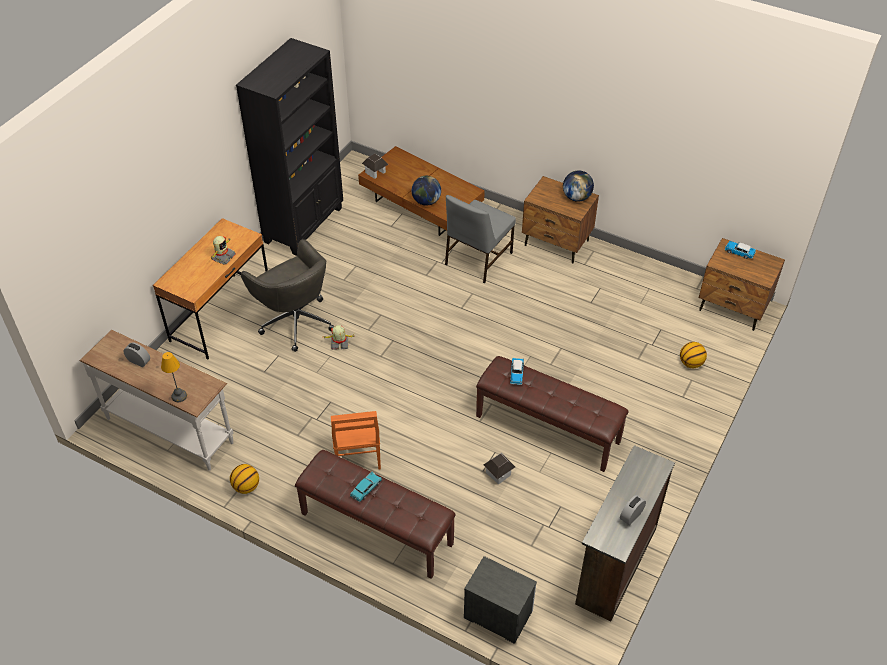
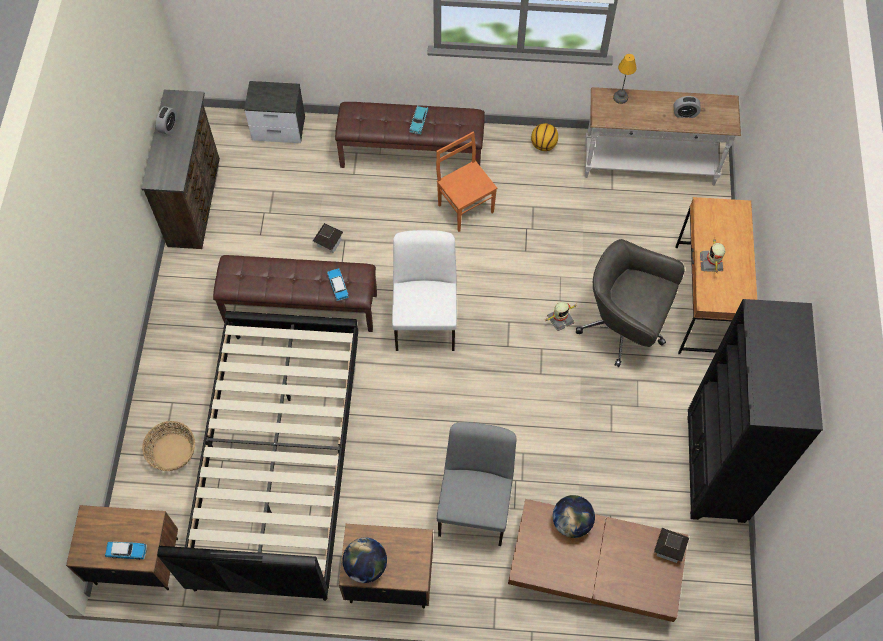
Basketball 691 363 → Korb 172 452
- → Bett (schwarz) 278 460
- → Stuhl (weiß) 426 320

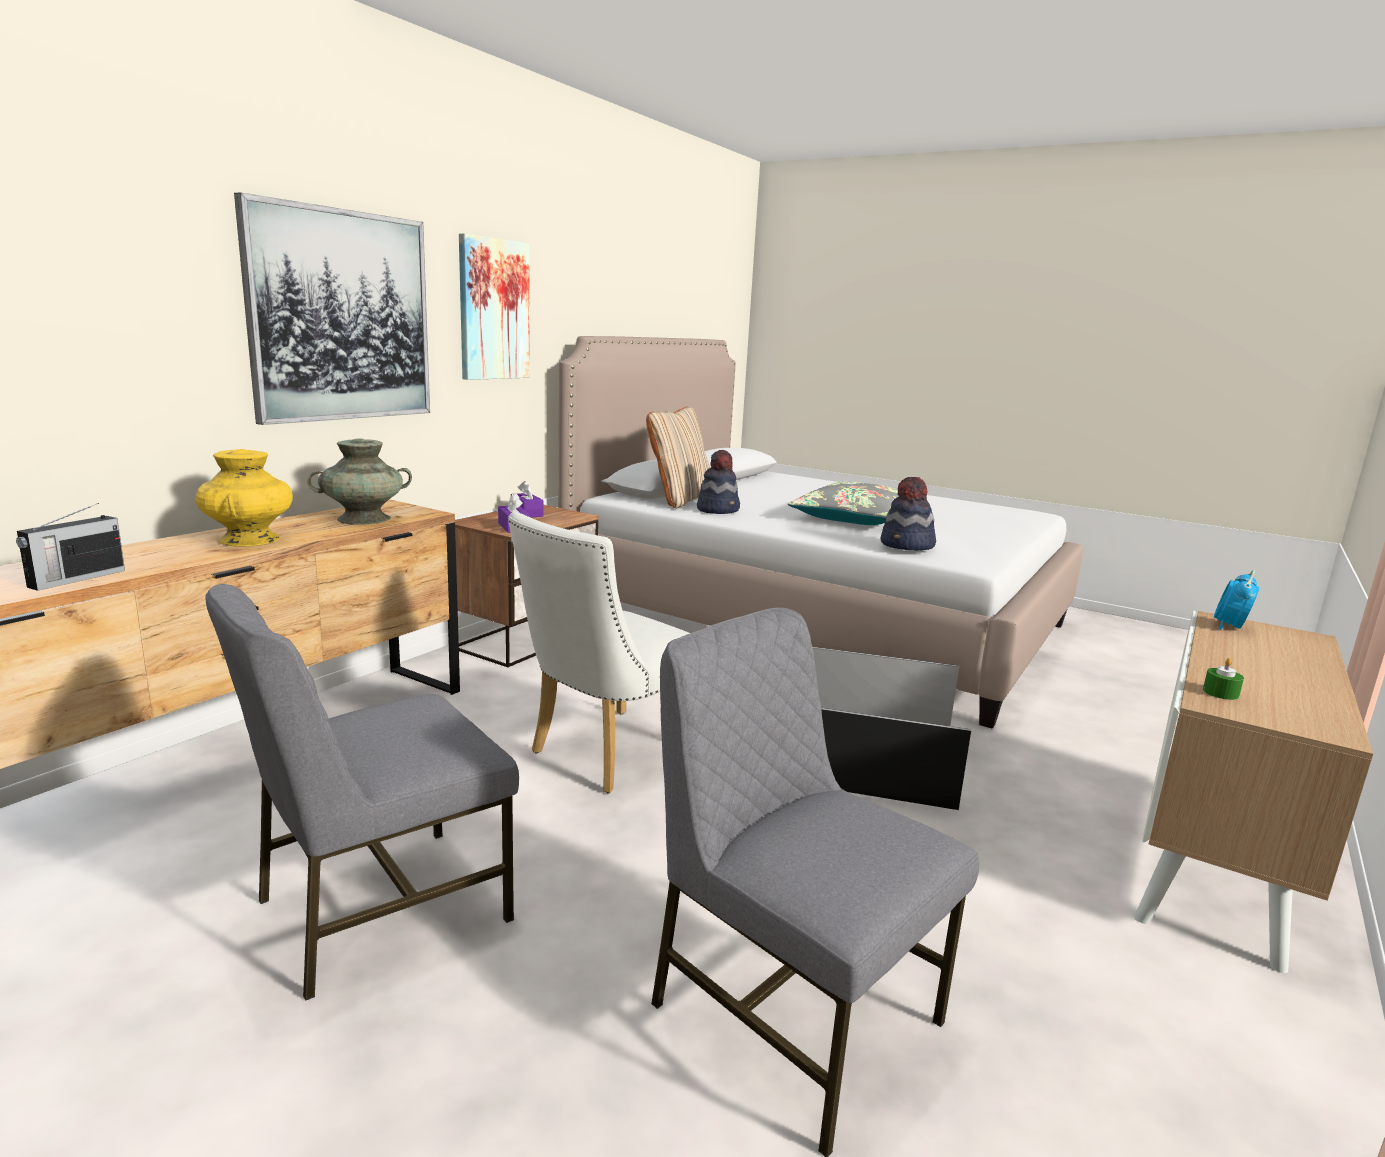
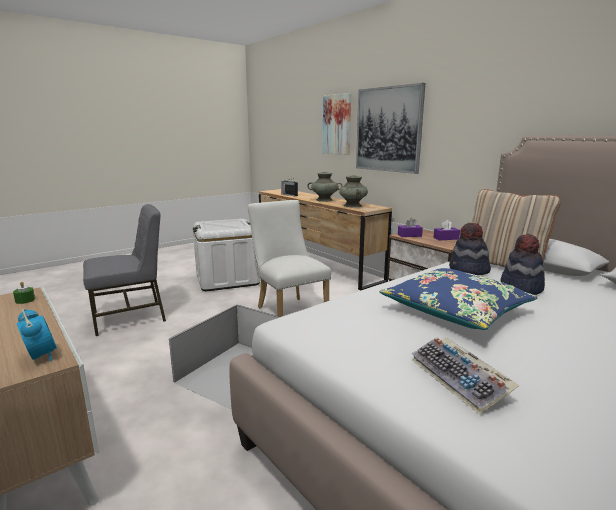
Vase (gelb) 249 539 → Vase (türkis) 324 200
Stuhl (grau) 378 909 → Aufbewahrungsbox (weiß) 227 279
Bild 493 309 → Bild 337 124, shifted
Kissen (grau) 854 519 → Kissen (blau) 455 310
Hut 907 545 → Hut 521 287, shifted
- → Tastatur 460 380

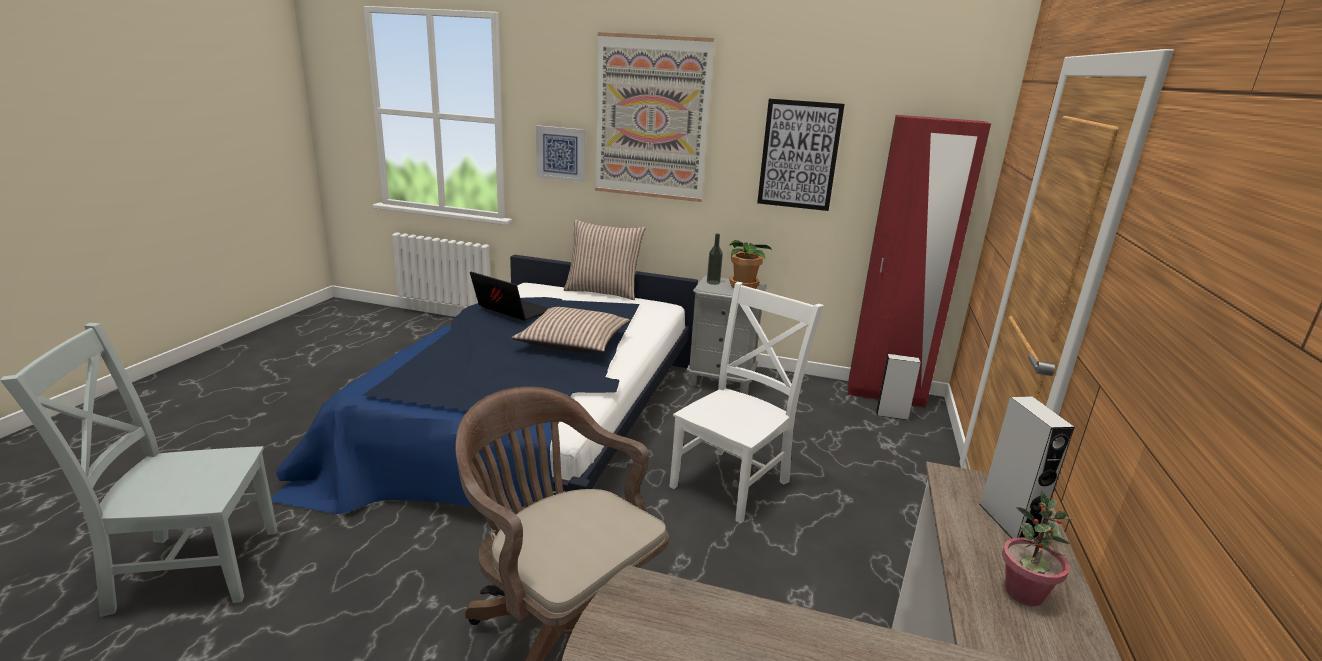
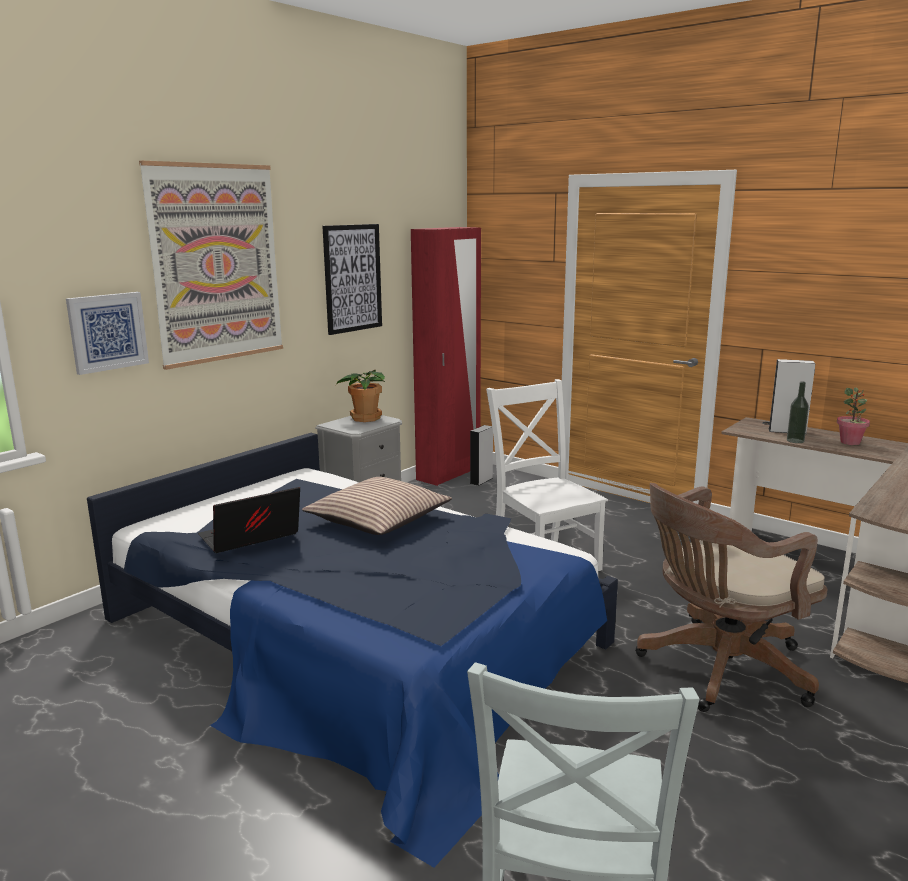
Kissen 603 291 → -
Flasche 713 282 → Flasche 795 441, shifted

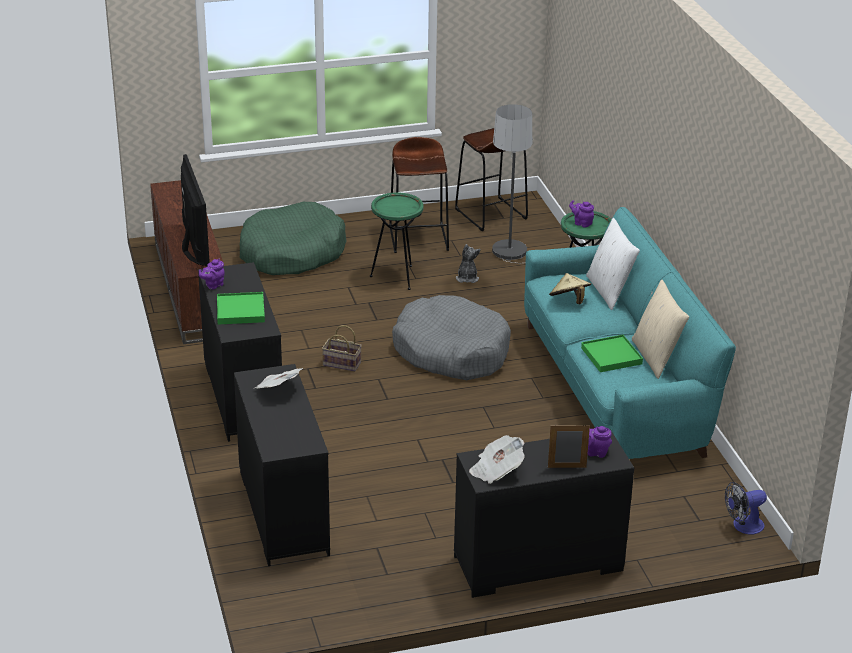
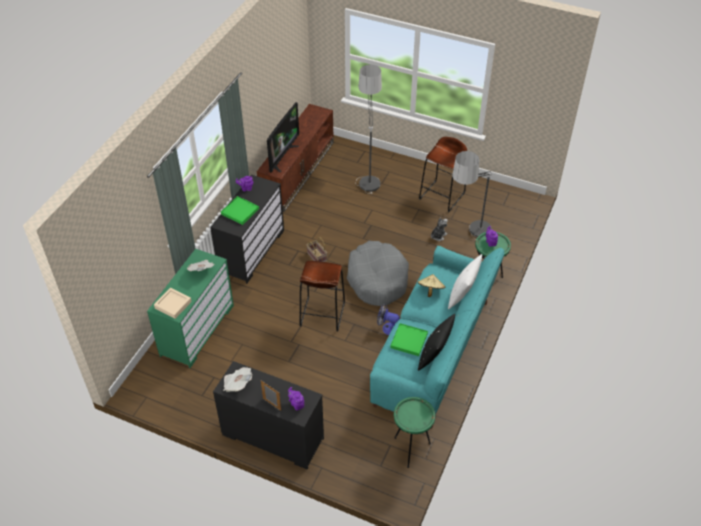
Kommode (schwarz) 282 512 → Kommode (grün) 197 330
Hundebett (grün) 291 253 → Stehlampe 368 173
Beistelltisch (grün) 397 277 → Beistelltisch (grün) 411 449, shifted
Hocker (braun) 491 214 → Hocker (braun) 322 314, shifted
Kissen (beige) 656 357 → Kissen (schwarz) 434 355
Ventilator 743 526 → Ventilator 387 328, shifted
- → Tablett (beige) 173 305

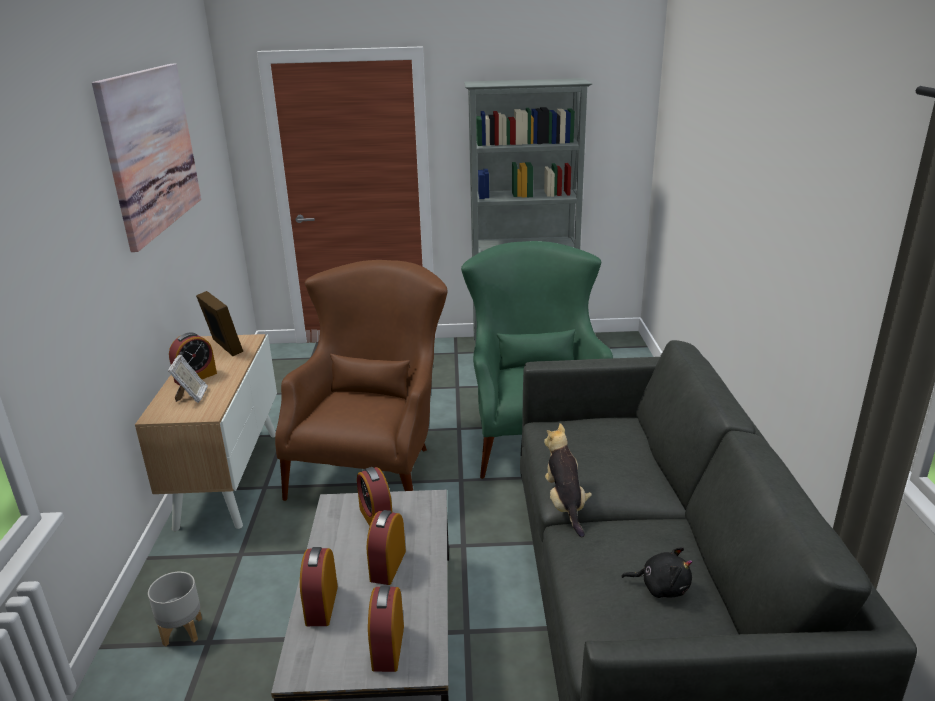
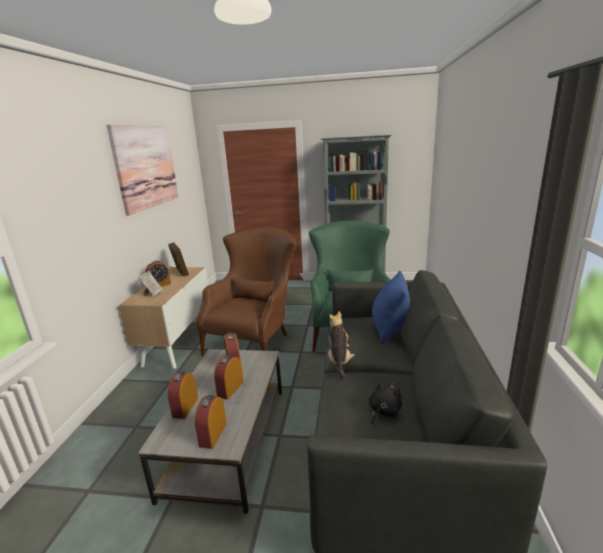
Pflanzkübel (grau) 183 631 → -
Plüschtier (schwarz) 661 587 → Plüschtier (schwarz) 383 412, 75 degrees counterclockwise
- → Kissen (blau) 389 329

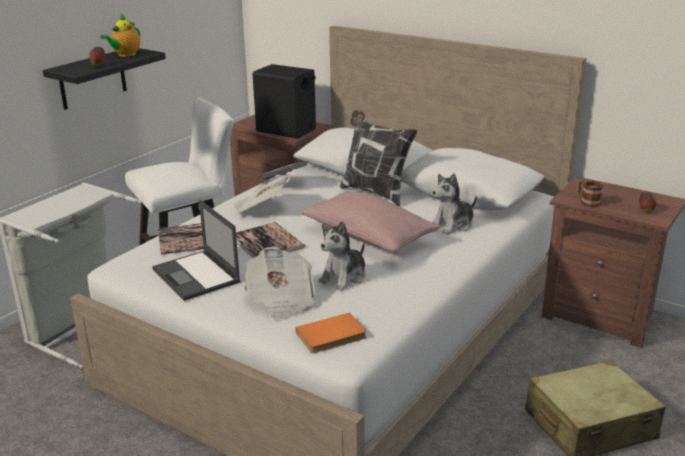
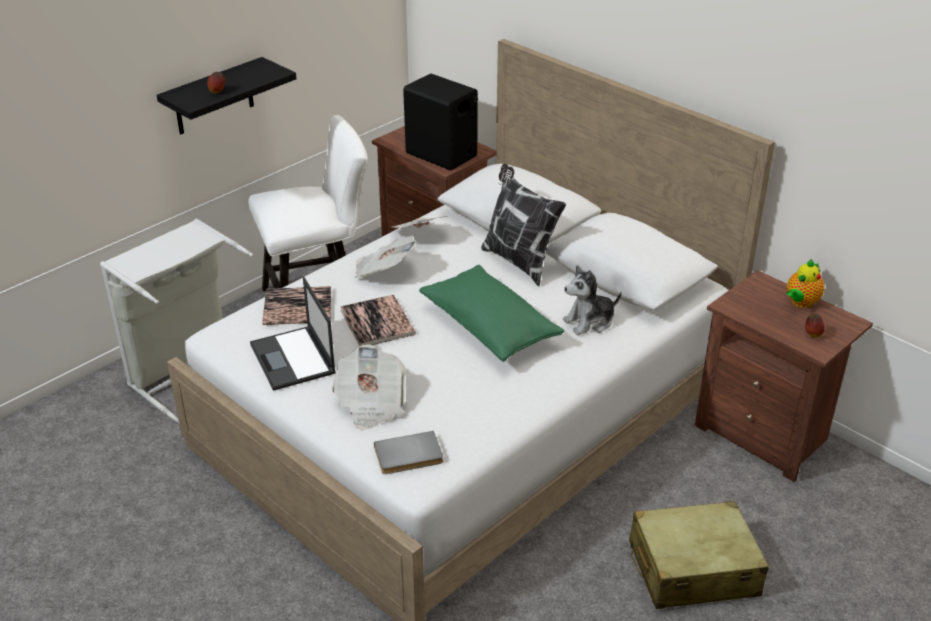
Teekanne 125 55 → Teekanne 801 302, shifted
Buch (orange) 332 336 → Buch (grau) 409 456
Kissen (rosa) 368 237 → Kissen (grün) 489 327
Plüschtier 344 277 → -
Henkelbecher 587 202 → -

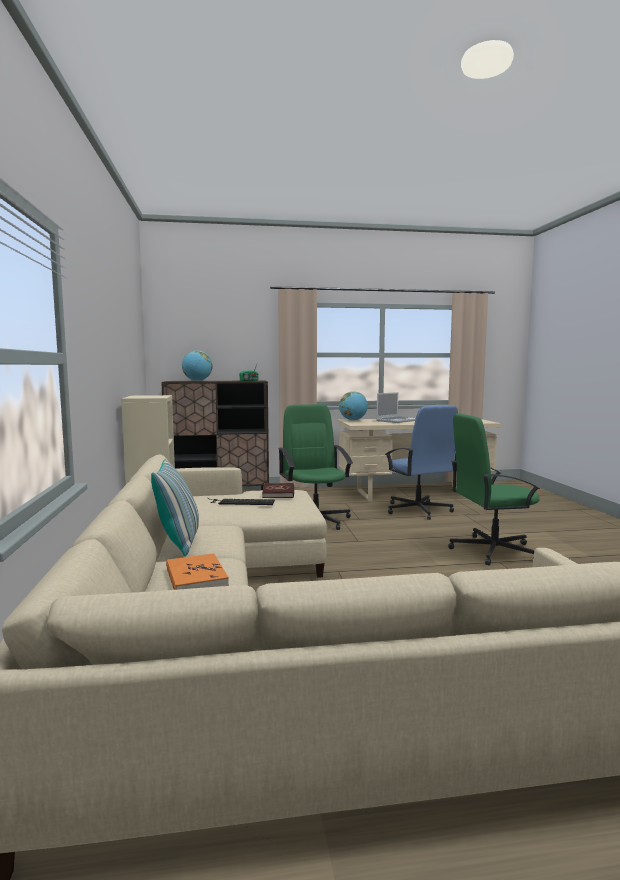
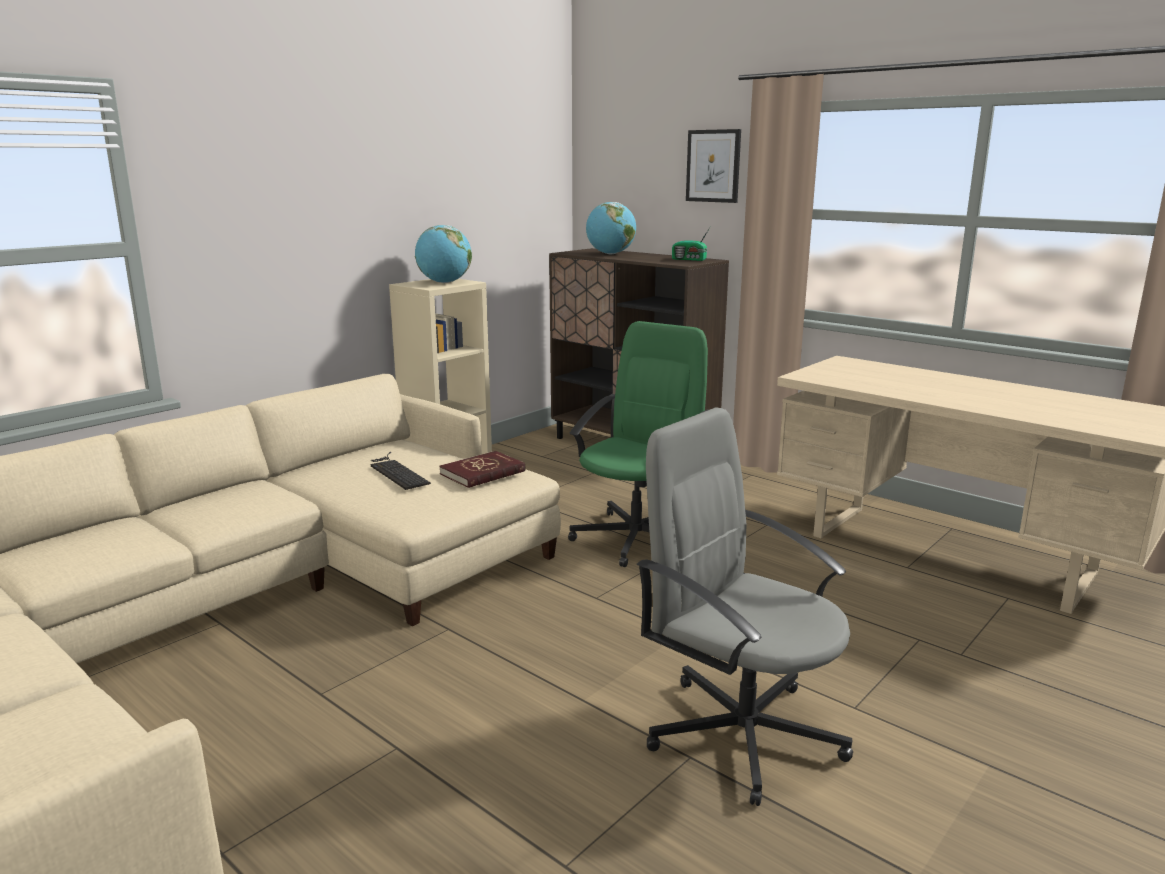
Kissen 179 542 → -
Buch (orange) 195 576 → -
Globus 353 420 → Globus 444 282, shifted
Laptop 396 420 → -
Bürostuhl (blau) 418 510 → -
Bürostuhl (grün) 492 551 → Bürostuhl (grau) 742 732
- → Bild 713 166

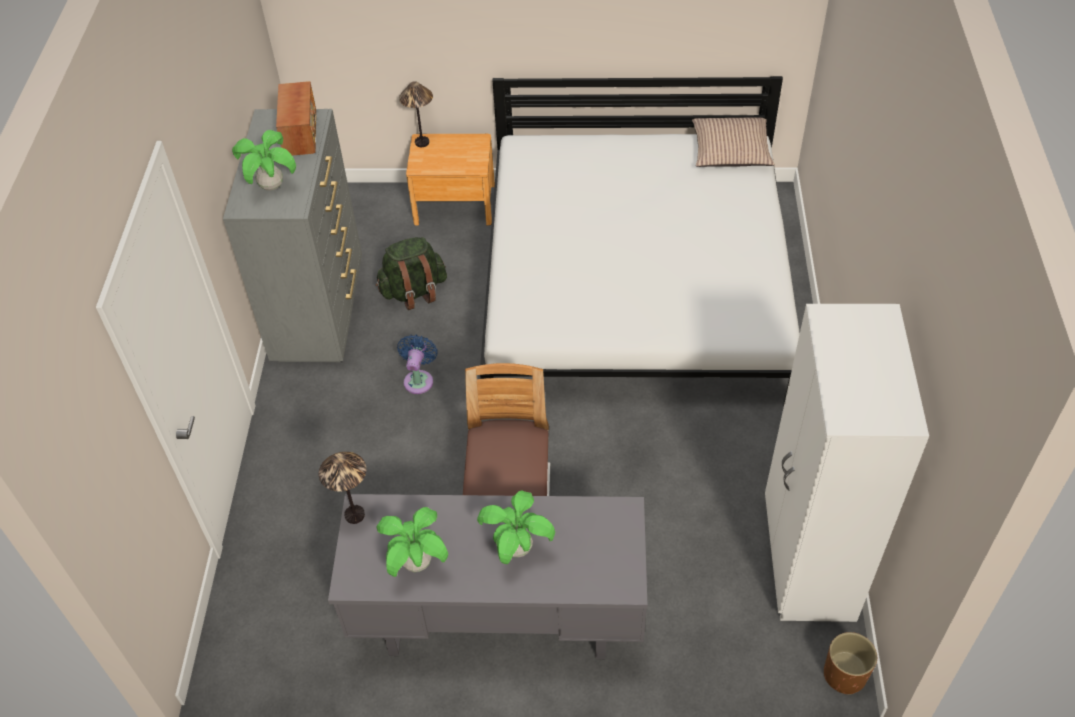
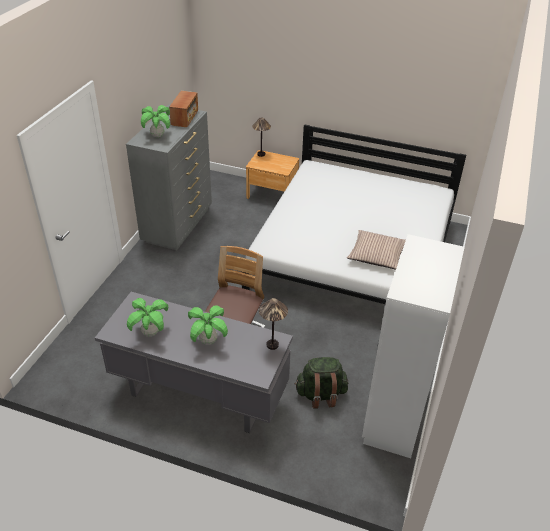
Tischlampe 355 515 → Tischlampe 272 345, shifted
Rucksack (grün) 414 292 → Rucksack (grün) 321 394, shifted
Ventilator (blau) 419 379 → -
Kissen 730 150 → Kissen 376 255, shifted
Pflanzkübel (braun) 844 675 → -

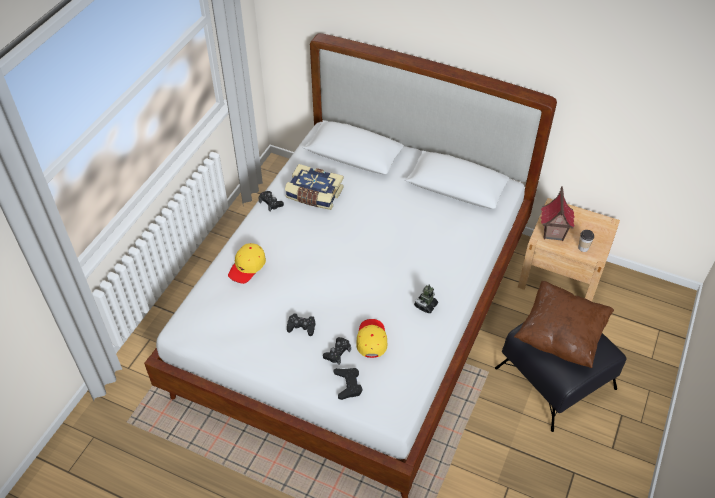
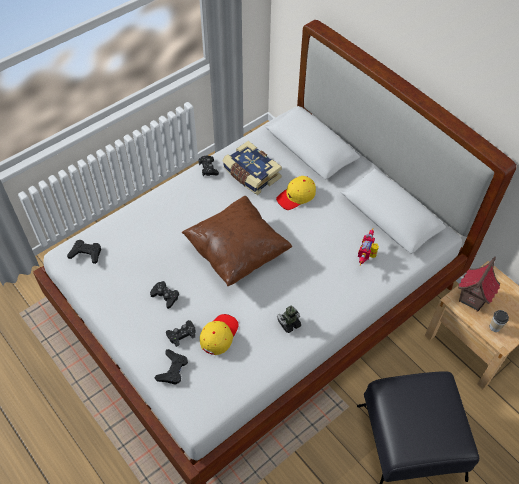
Kappe (gelb) 247 266 → Kappe (gelb) 296 196, shifted
Kissen (braun) 560 336 → Kissen (braun) 237 252, shifted
- → Gamepad (schwarz) 86 253
- → Spielzeugroboter 367 256

